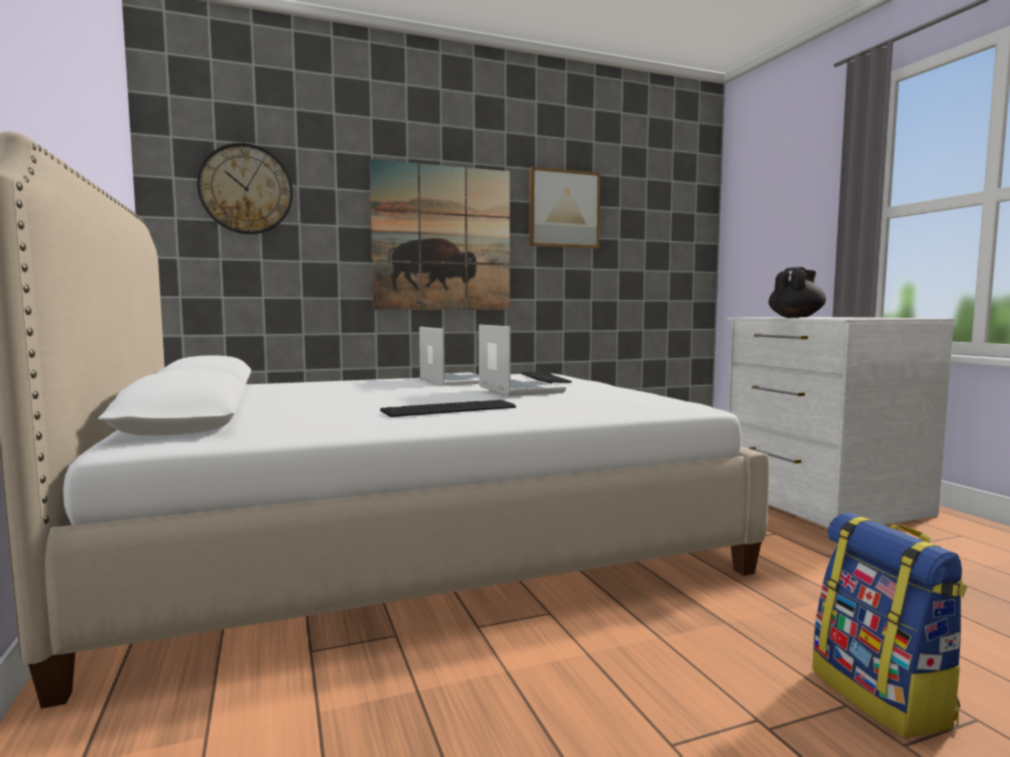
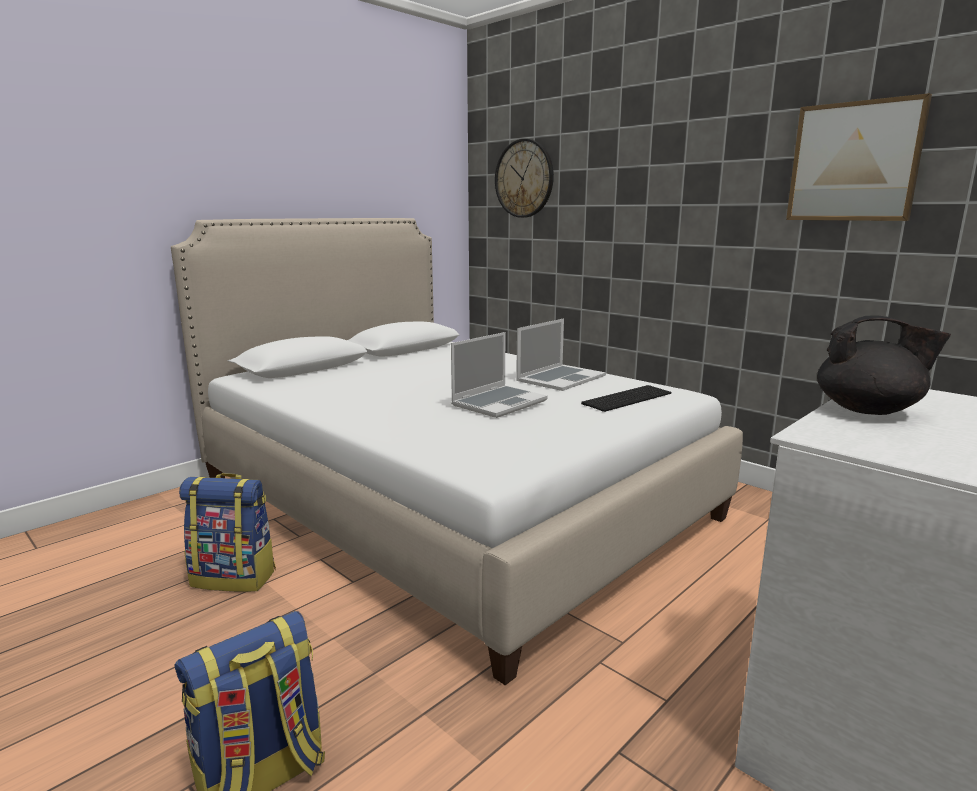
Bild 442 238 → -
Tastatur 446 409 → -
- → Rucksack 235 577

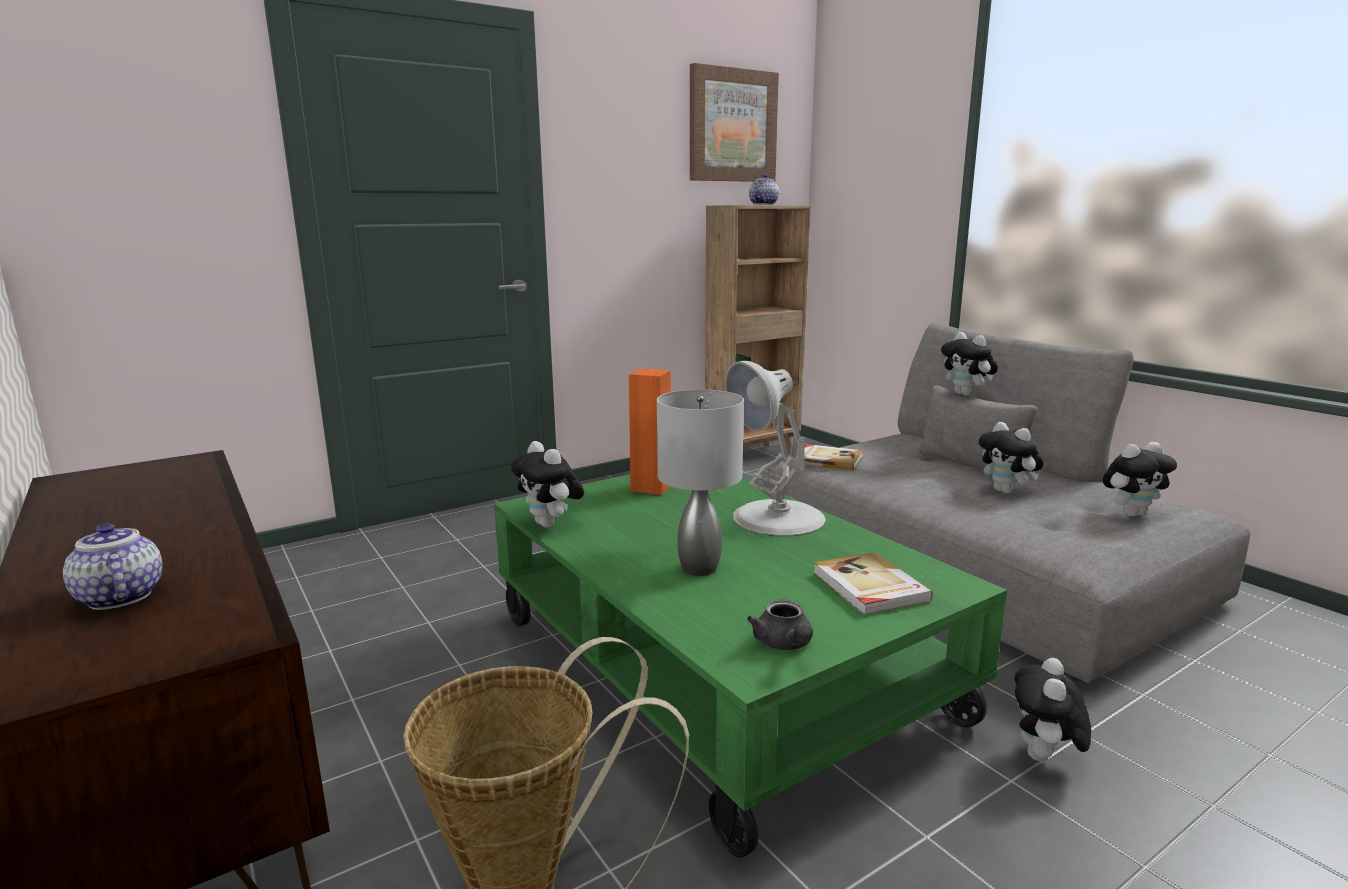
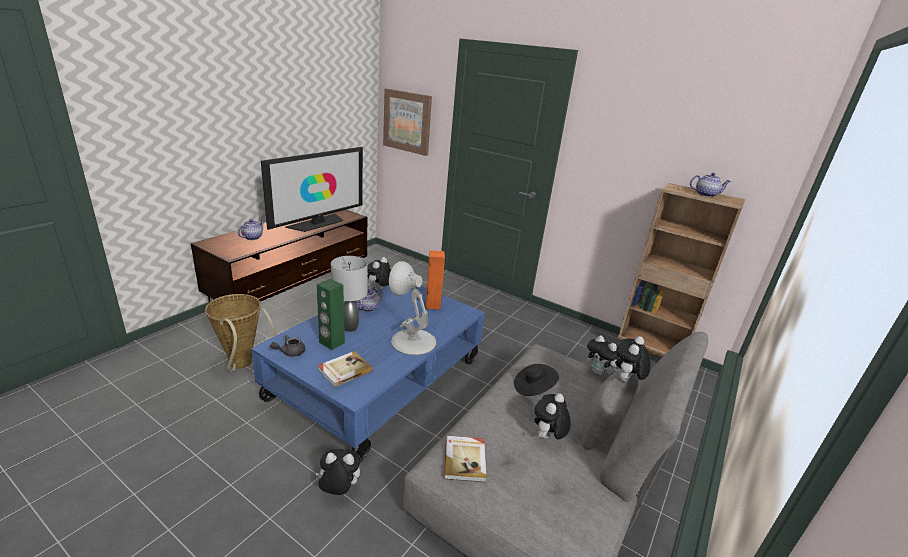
Couchtisch (grün) 716 666 → Couchtisch (blau) 379 379
Bild 732 126 → Bild 407 121, shifted
Buch 828 460 → Buch 465 459, shifted
Plüschtier 1131 513 → Plüschtier 599 373, shifted
- → Fernseher 318 223
- → Lautsprecher (grün) 331 343
- → Teekanne 367 308
- → Hut (schwarz) 533 388

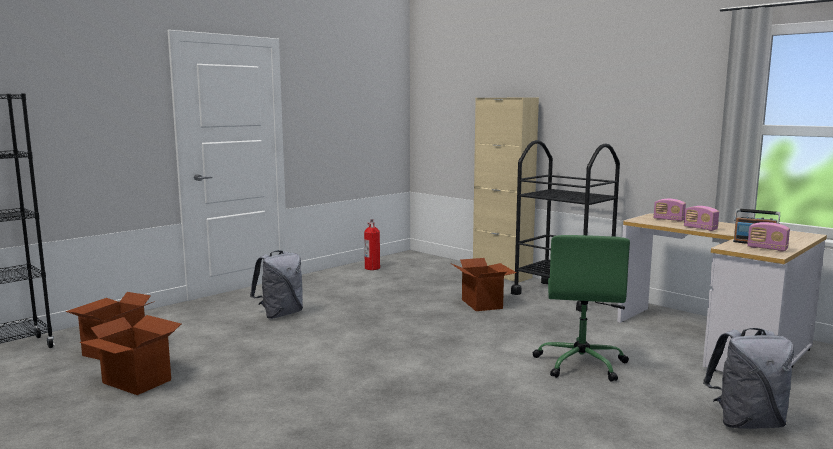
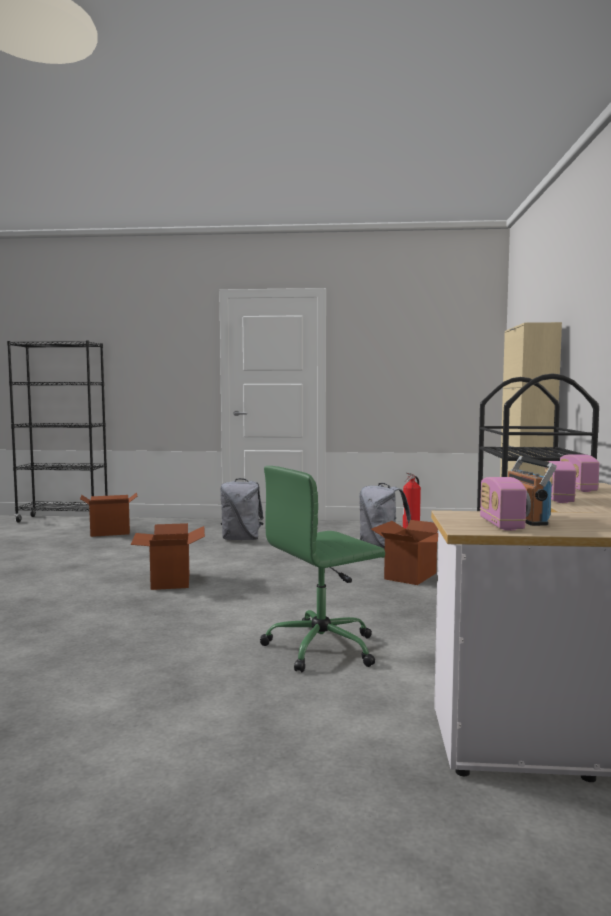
Karton 136 382 → Karton 169 581, shifted
Rucksack (grau) 746 422 → Rucksack (grau) 382 547, shifted

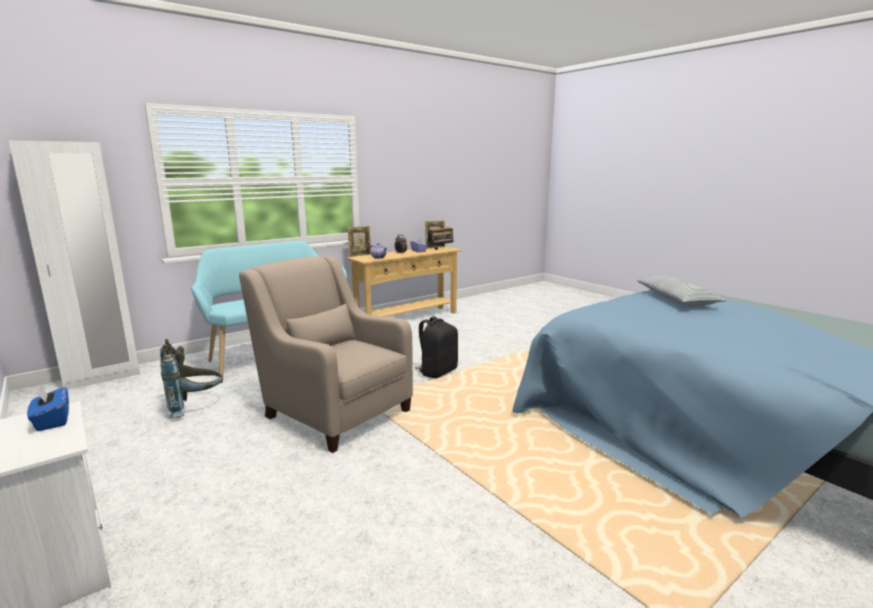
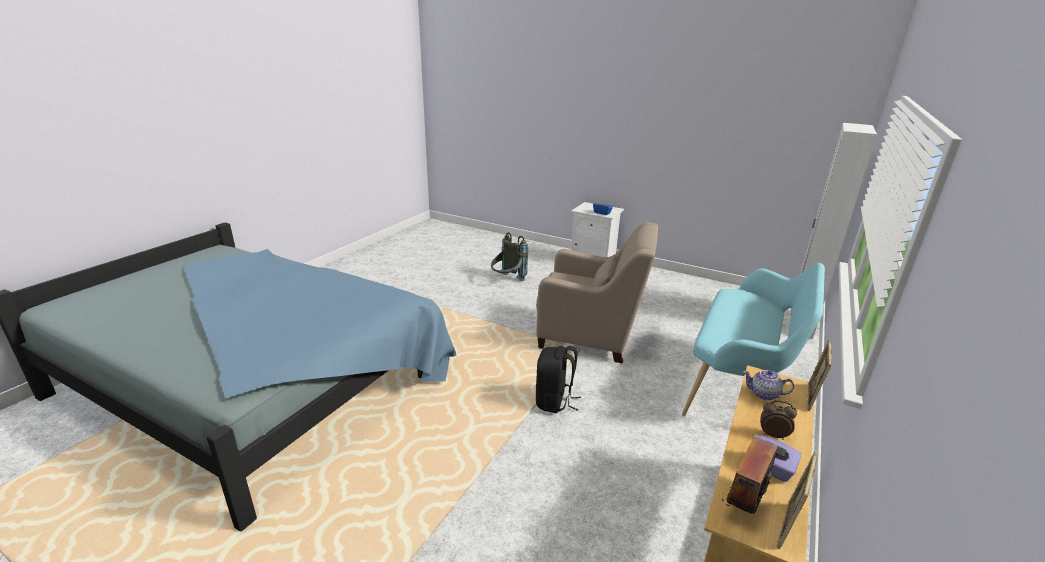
Rucksack (grau) 195 407 → Rucksack (grau) 507 280, shifted
Kissen 676 299 → -

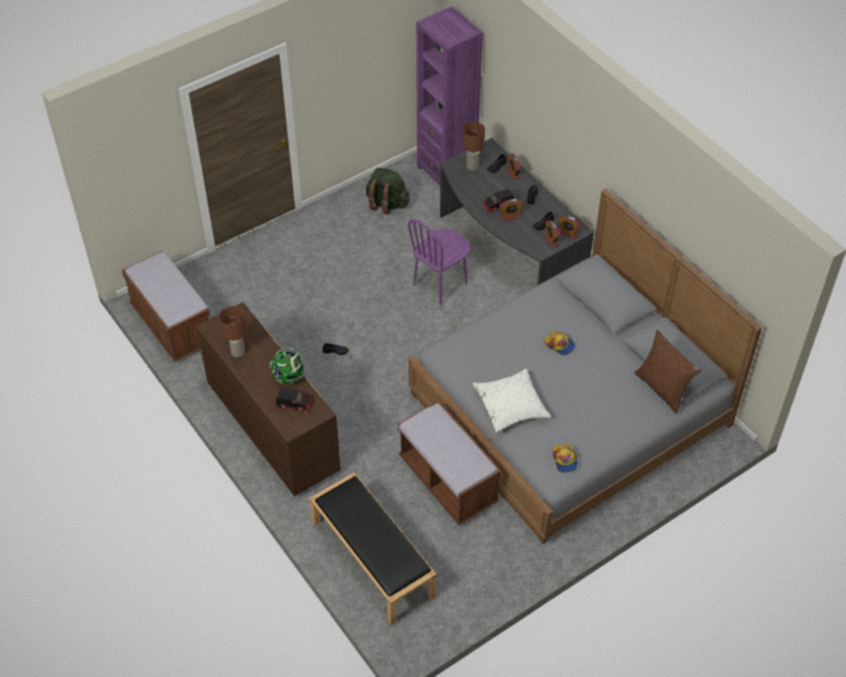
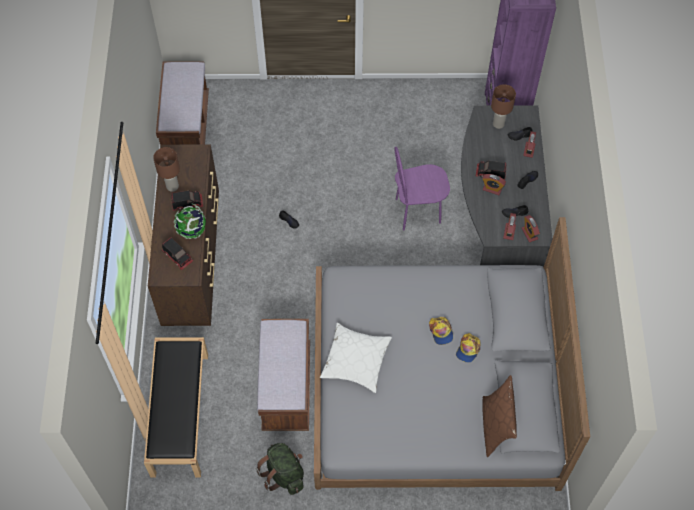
Rucksack (grün) 386 203 → Rucksack (grün) 284 474, shifted
Kappe 565 460 → Kappe 468 349, shifted
- → Spielzeuglaster 187 203

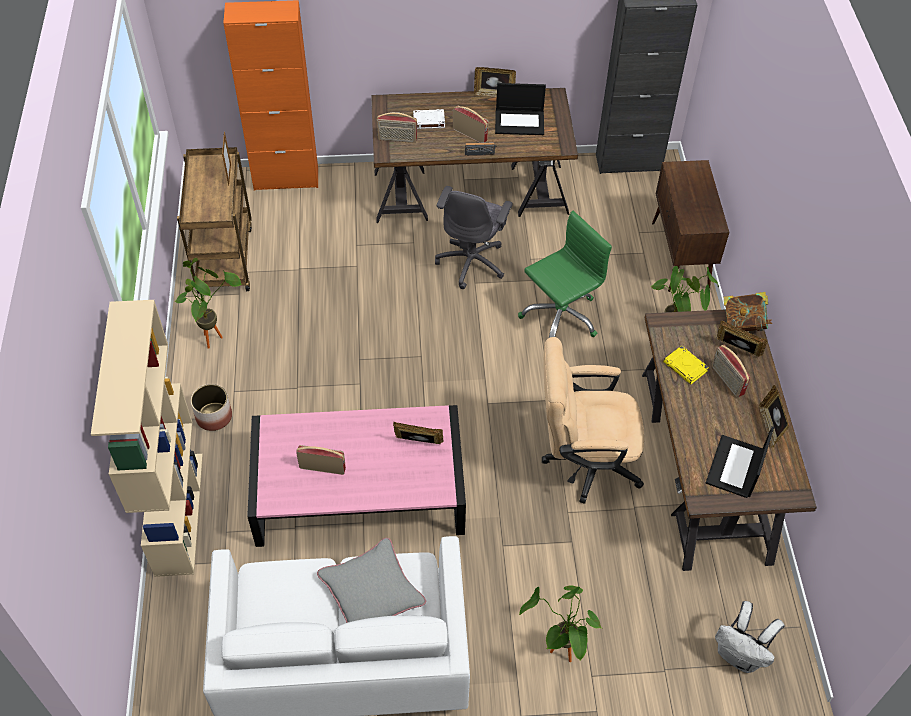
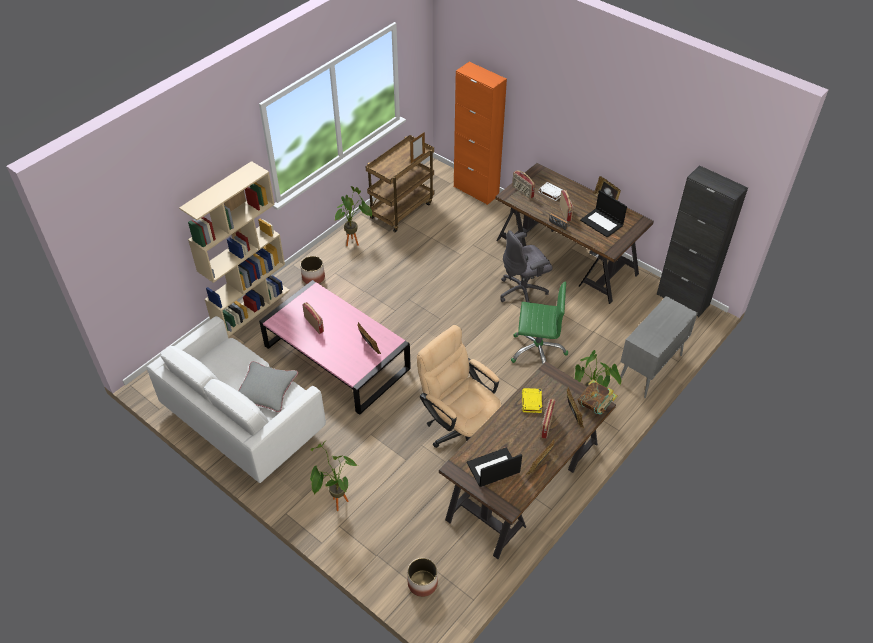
Schrank (braun) 680 256 → Schrank (grau) 650 369
Rucksack (weiß) 740 655 → Pflanzkübel 422 583

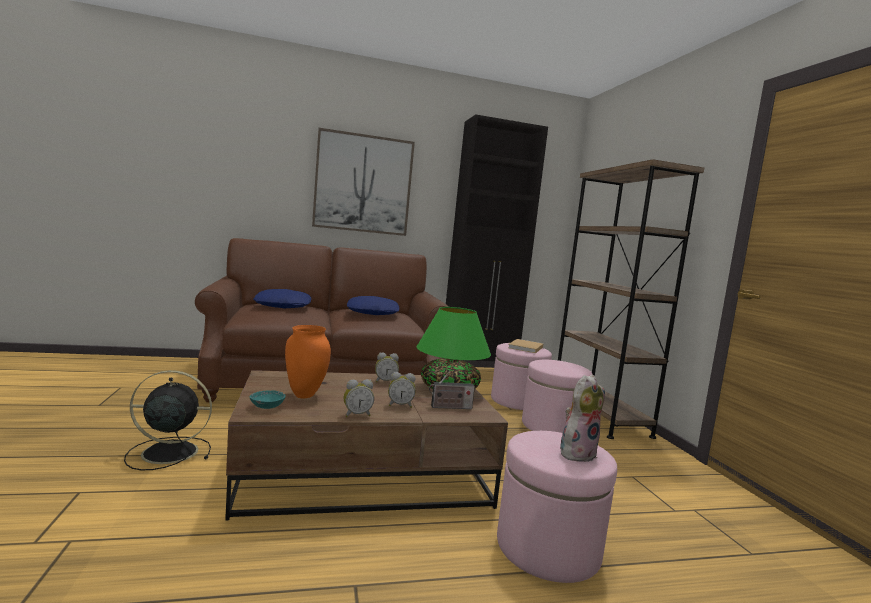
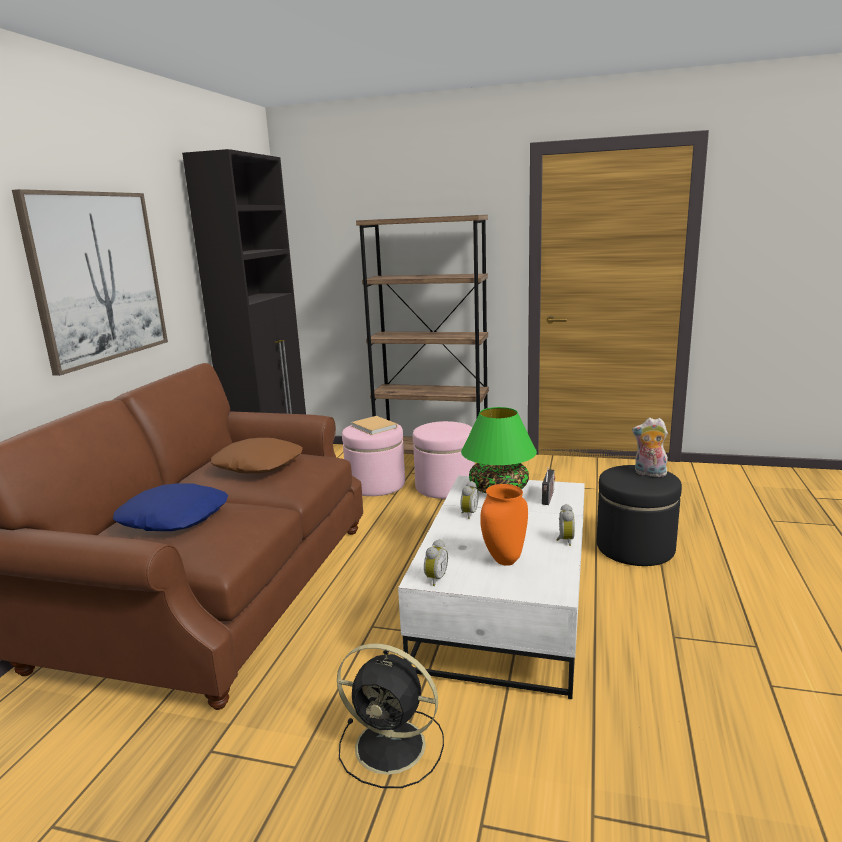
Ventilator (schwarz) 167 452 → Ventilator (schwarz) 393 746, 90 degrees counterclockwise
Couchtisch (braun) 364 474 → Couchtisch (weiß) 504 604
Schüssel (türkis) 267 407 → -
Kissen (blau) 373 312 → Kissen (braun) 259 464
Wecker 400 405 → Wecker 434 579, shifted
Polsterhocker (rosa) 547 548 → Polsterhocker (schwarz) 635 547
Plüschtier 577 453 → Plüschtier 649 474, 60 degrees counterclockwise

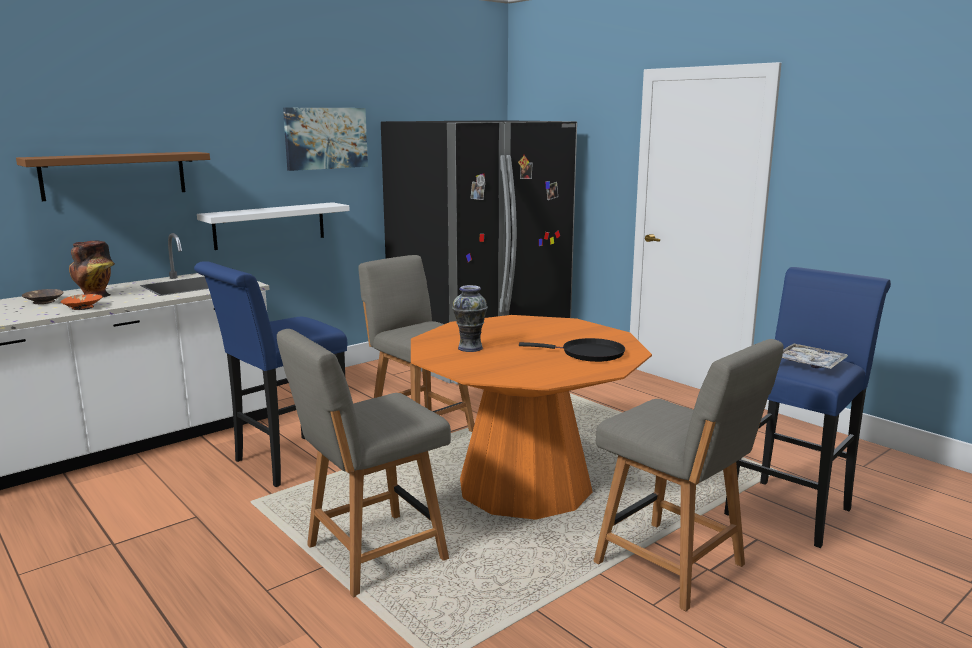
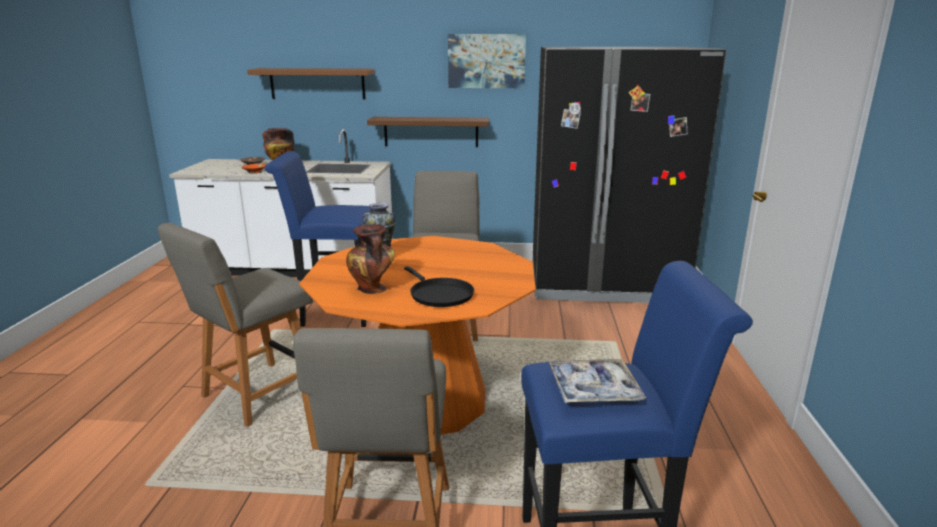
Wandregal (weiß) 270 225 → Wandregal (braun) 431 132
Stuhl (grau) 371 554 → Stuhl (grau) 257 395, 60 degrees counterclockwise
- → Vase 372 289

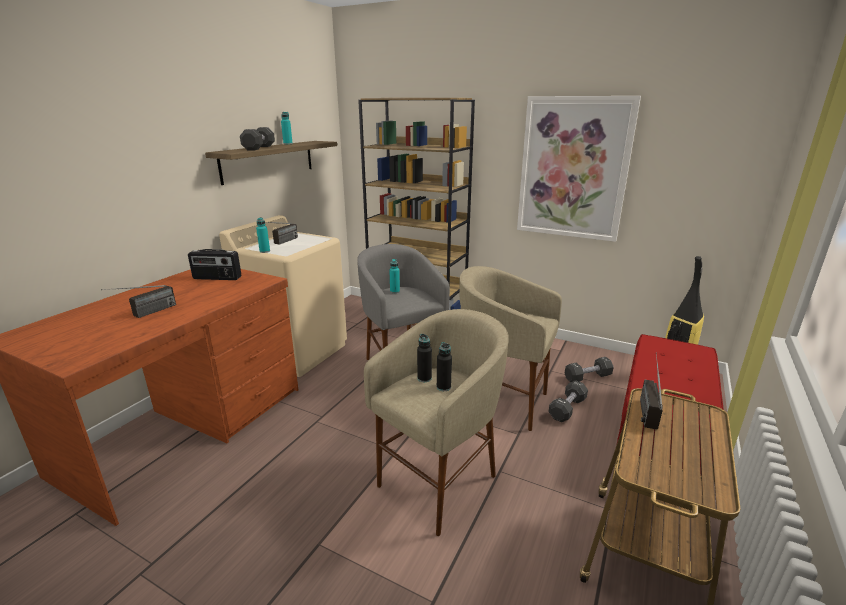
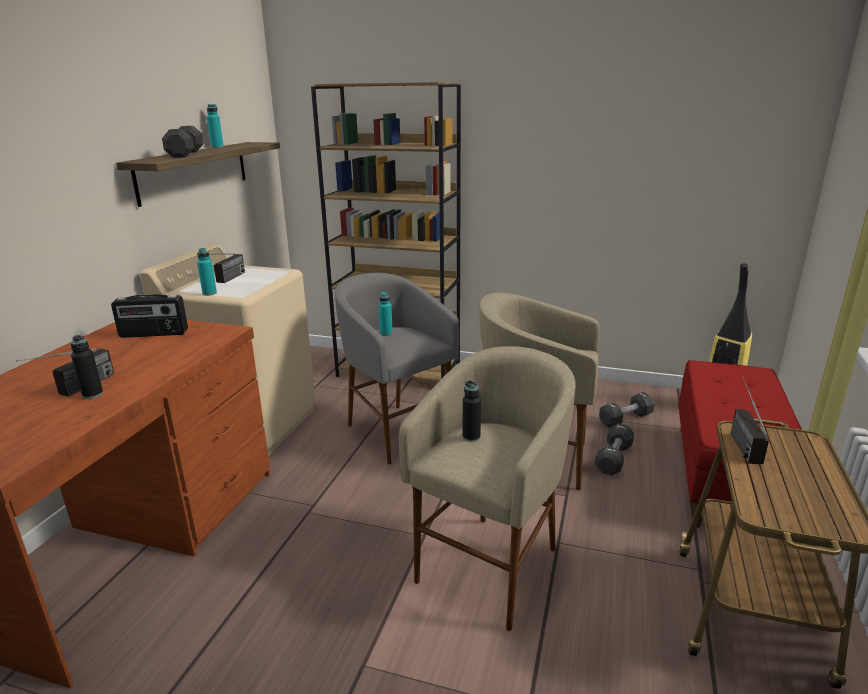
Flasche (schwarz) 443 387 → Flasche (schwarz) 92 394, shifted
Bild 573 169 → -

